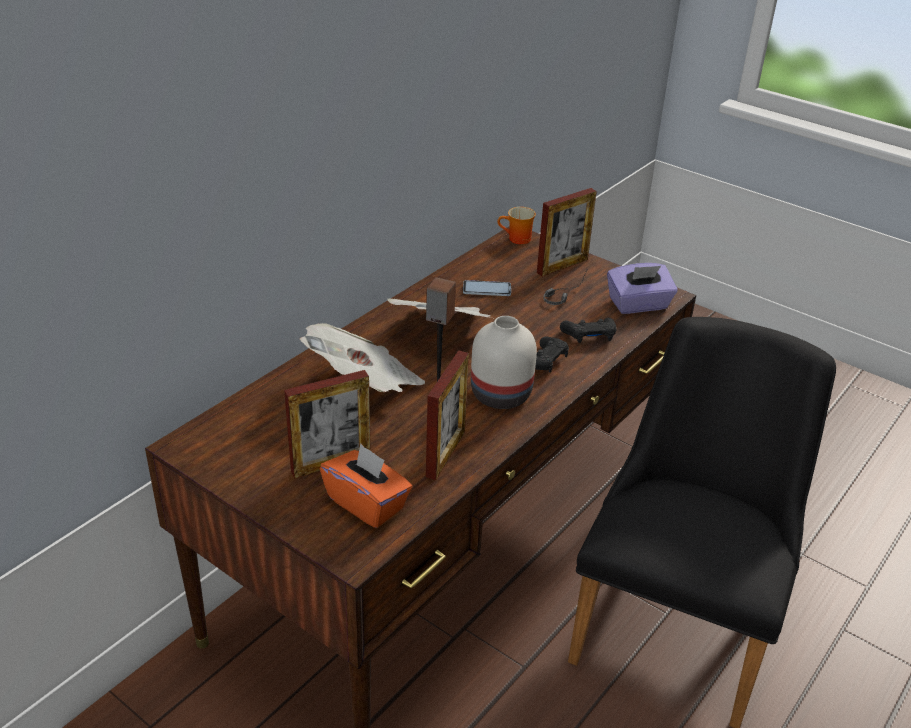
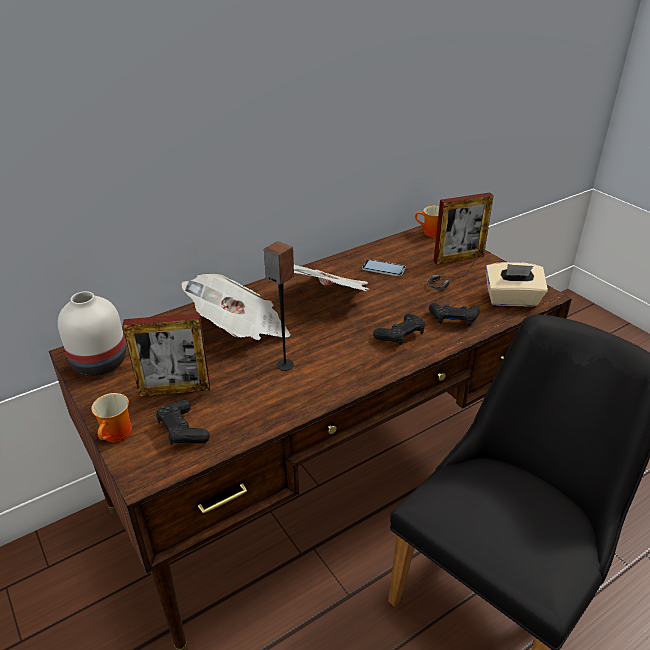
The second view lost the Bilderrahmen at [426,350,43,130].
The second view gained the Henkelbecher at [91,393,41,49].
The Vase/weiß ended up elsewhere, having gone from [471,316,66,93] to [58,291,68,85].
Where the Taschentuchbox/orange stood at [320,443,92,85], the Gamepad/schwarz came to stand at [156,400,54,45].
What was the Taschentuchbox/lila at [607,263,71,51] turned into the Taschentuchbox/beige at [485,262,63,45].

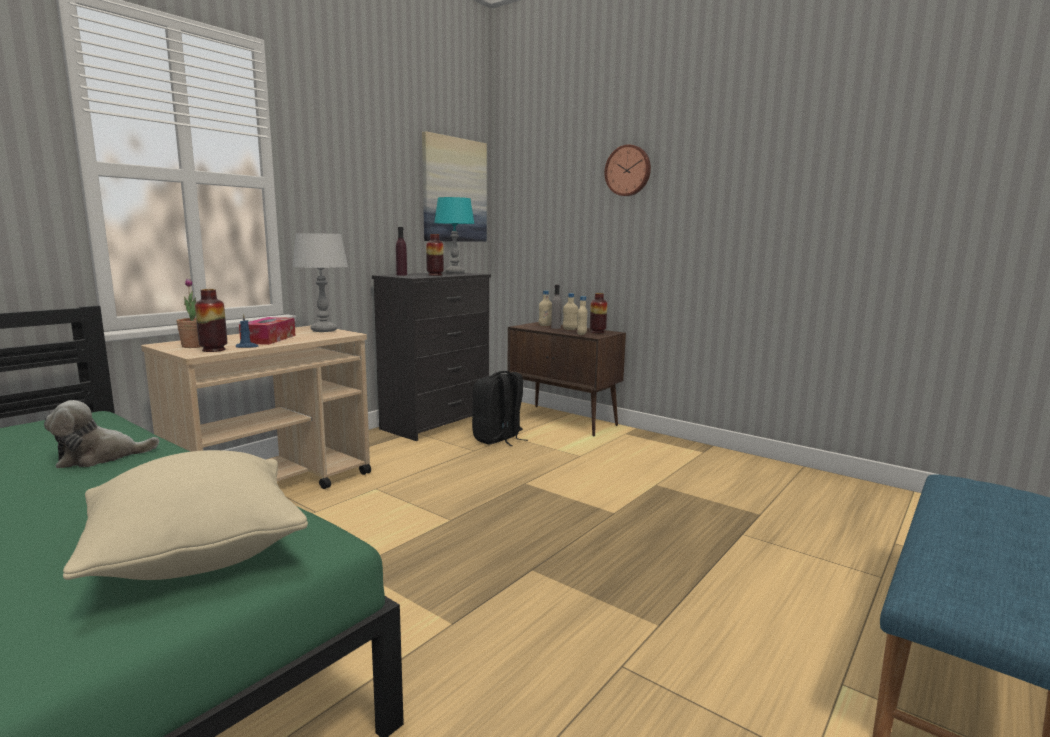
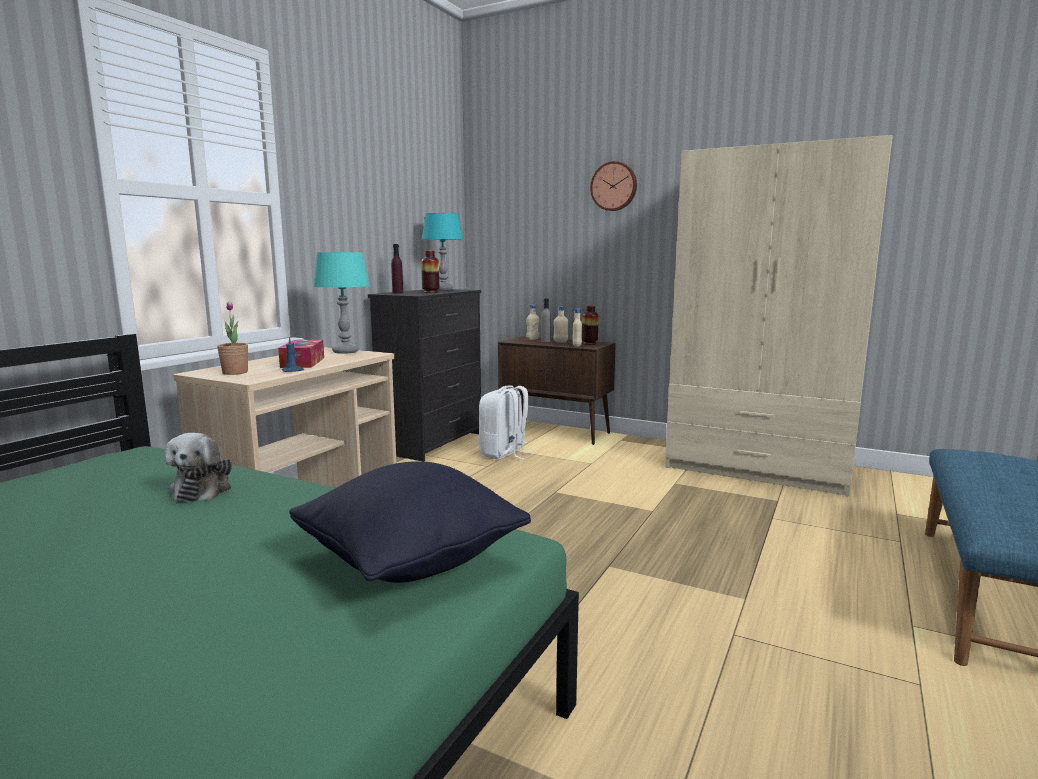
The second view lost the Vase at [195,289,32,63].
The second view lost the Bild at [422,131,65,111].
The second view gained the Kleiderschrank/beige at [665,135,228,362].
What was the Kissen/beige at [63,450,245,130] turned into the Kissen/schwarz at [289,461,242,122].
What was the Tischlampe/grau at [292,233,56,99] turned into the Tischlampe/türkis at [313,252,57,102].
What was the Rucksack/schwarz at [472,371,56,75] turned into the Rucksack/weiß at [479,385,56,75].
The Plüschtier at [44,400,115,68] ended up facing another way, 60 degrees counterclockwise from before.

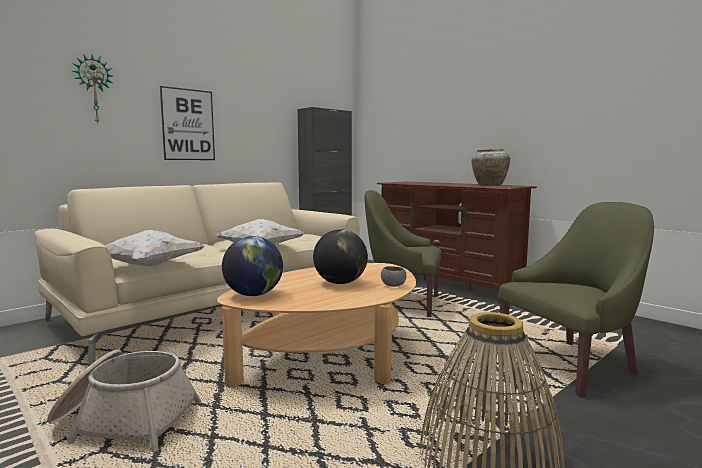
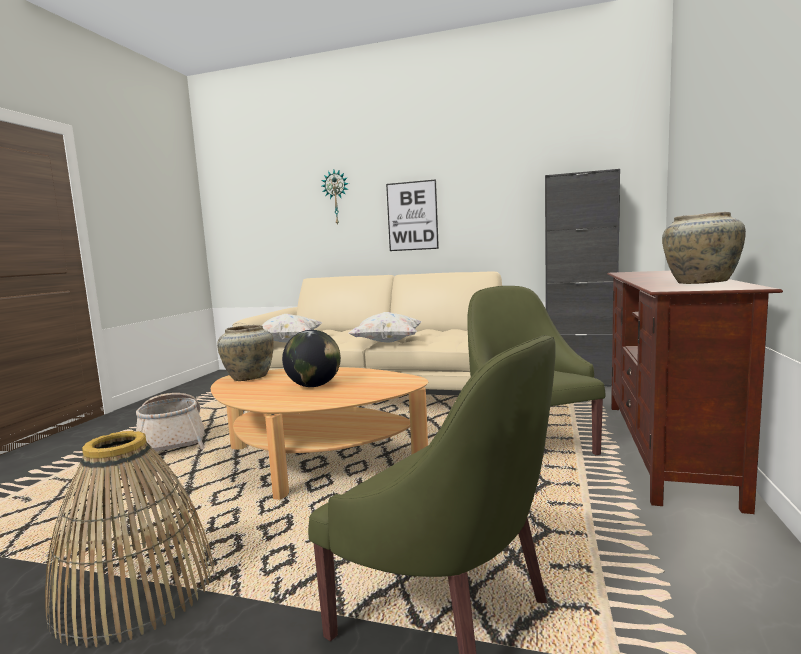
The second view lost the Schüssel/grau at [381,266,26,21].
Where the Globus stood at [222,236,61,60], the Vase/beige came to stand at [217,325,57,56].

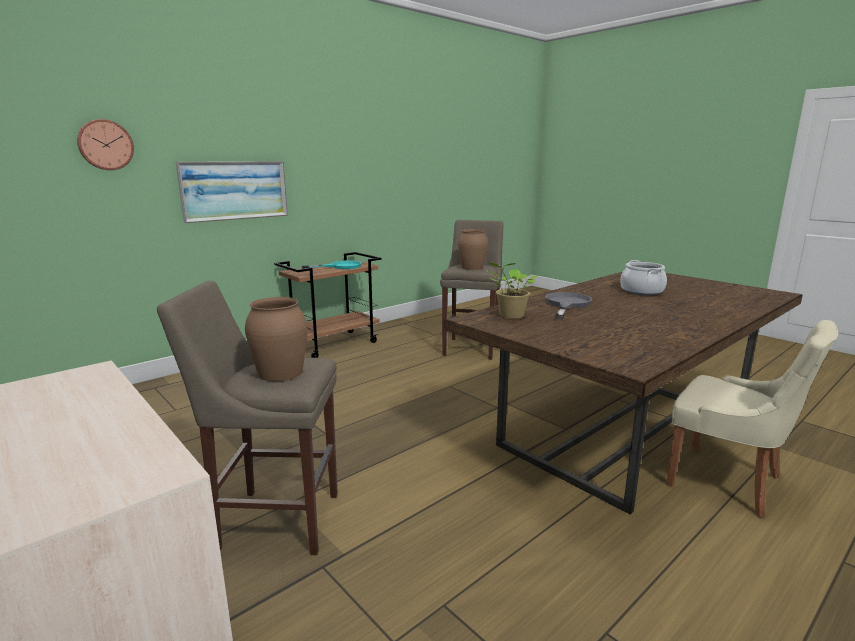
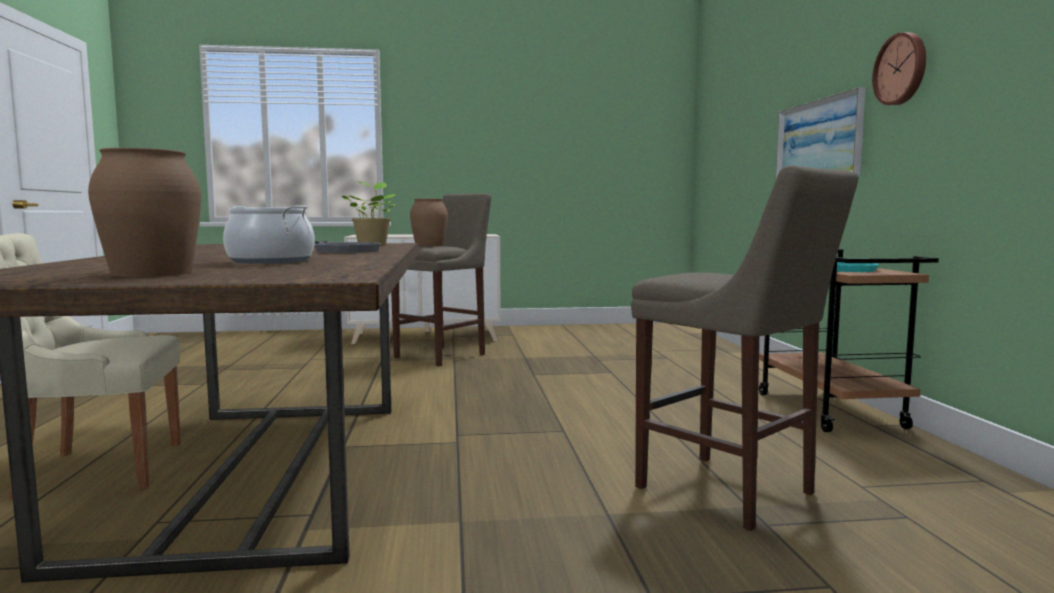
The Wanduhr ended up elsewhere, having gone from [77,119,57,51] to [872,32,54,73].
The Vase/braun ended up elsewhere, having gone from [458,229,30,41] to [88,148,113,129].

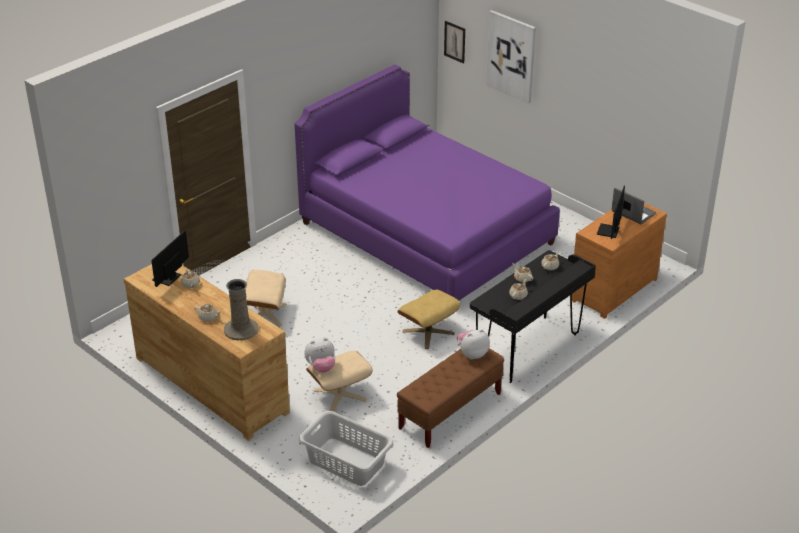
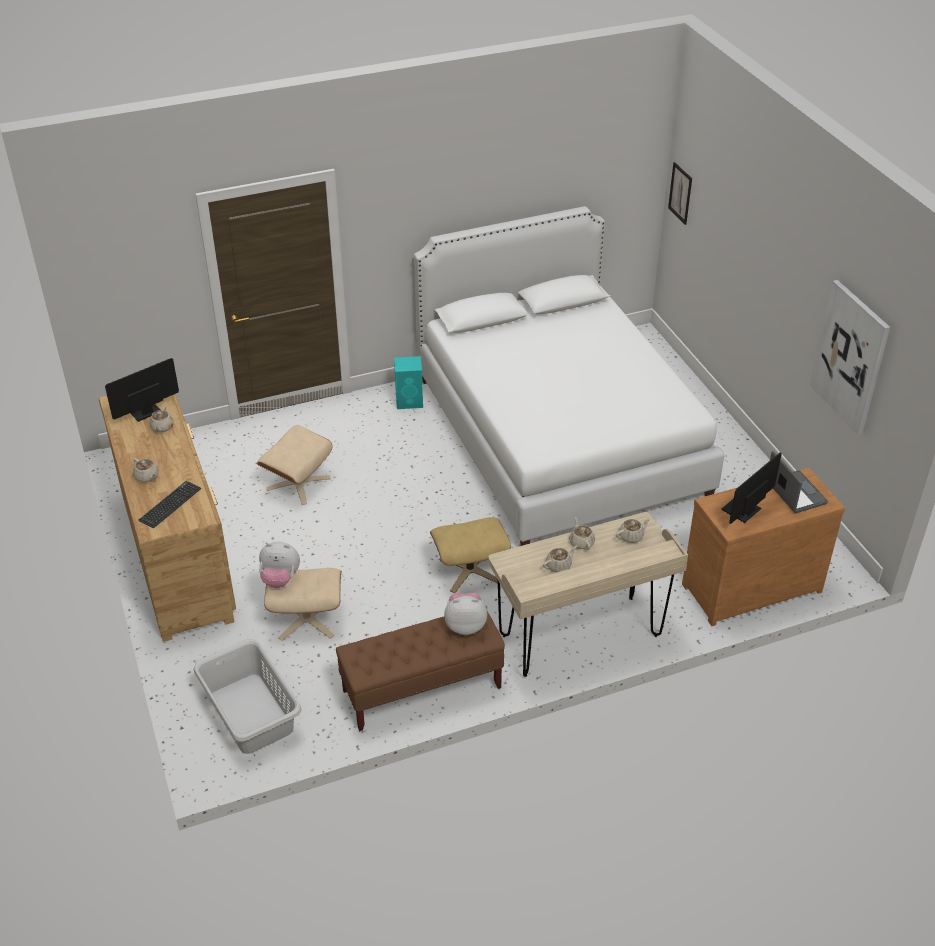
The second view gained the Lautsprecher/türkis at [394,356,29,53].
The Bild ended up elsewhere, having gone from [486,10,50,94] to [810,280,80,154].
Where the Vase/beige stood at [224,279,34,61], the Tastatur came to stand at [139,481,62,47].
What was the Bett/lila at [295,65,265,235] turned into the Bett/weiß at [414,206,310,340].
What was the Schreibtisch/schwarz at [470,250,126,133] turned into the Schreibtisch/beige at [488,512,200,165].

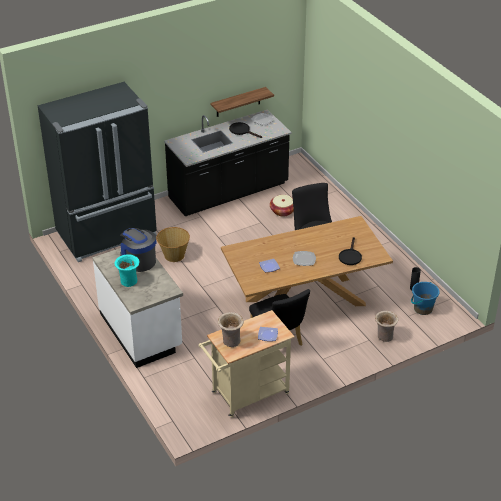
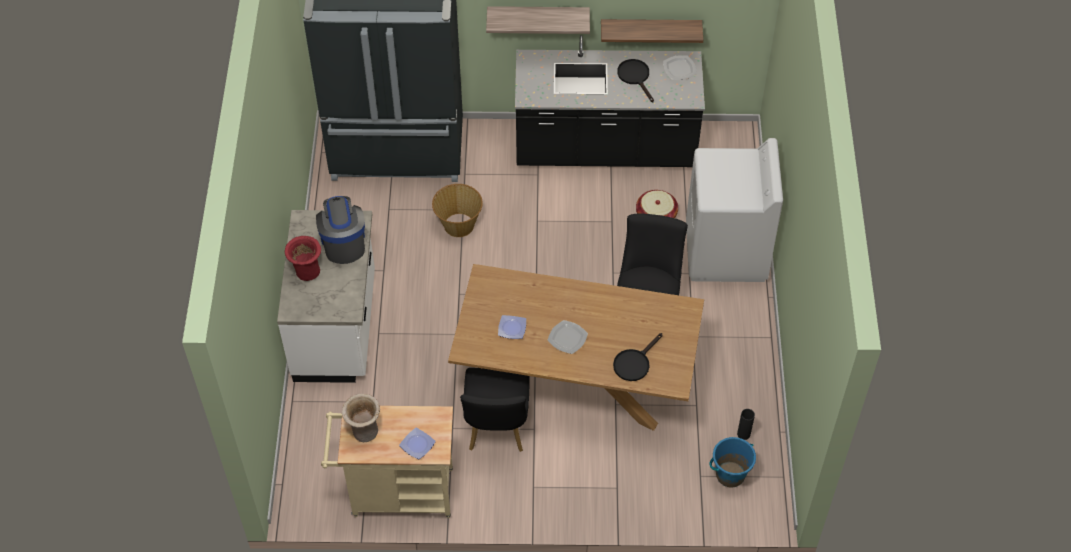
The second view lost the Vase/beige at [375,311,24,31].
The second view gained the Wandregal at [486,6,104,28].
The second view gained the Waschmaschine/weiß at [686,138,97,144].
What was the Vase/türkis at [114,254,26,33] turned into the Vase/rot at [285,236,36,45].

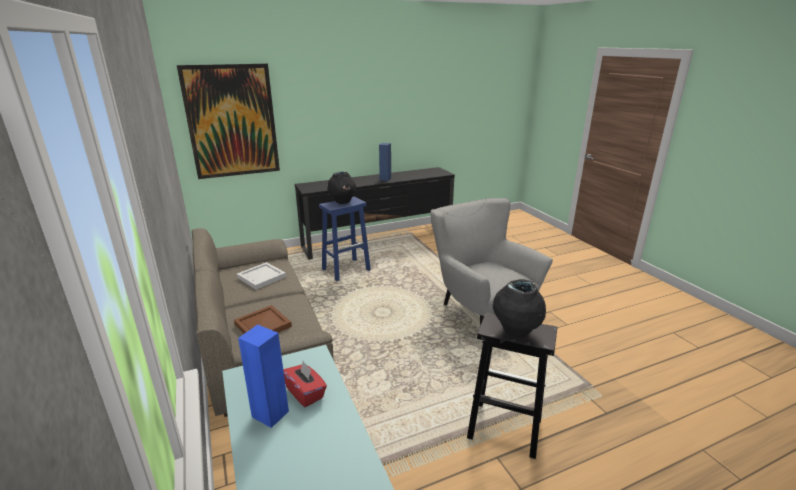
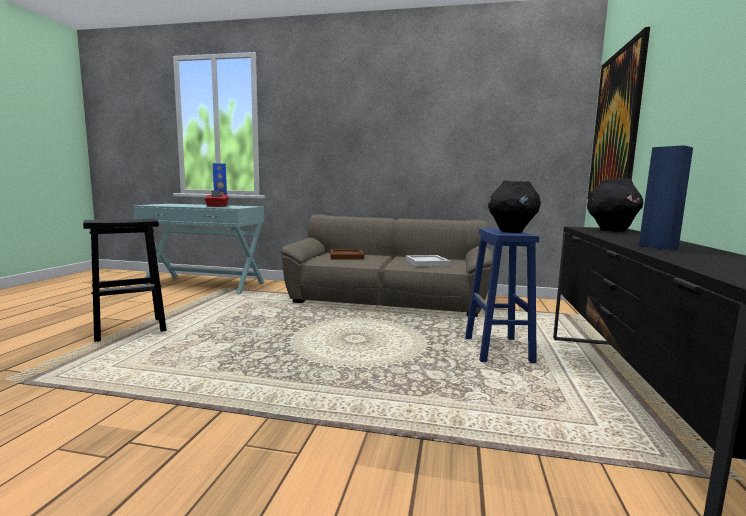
The second view lost the Sessel/grau at [431,198,122,128].
The Vase/schwarz ended up elsewhere, having gone from [493,279,53,58] to [587,178,56,54].

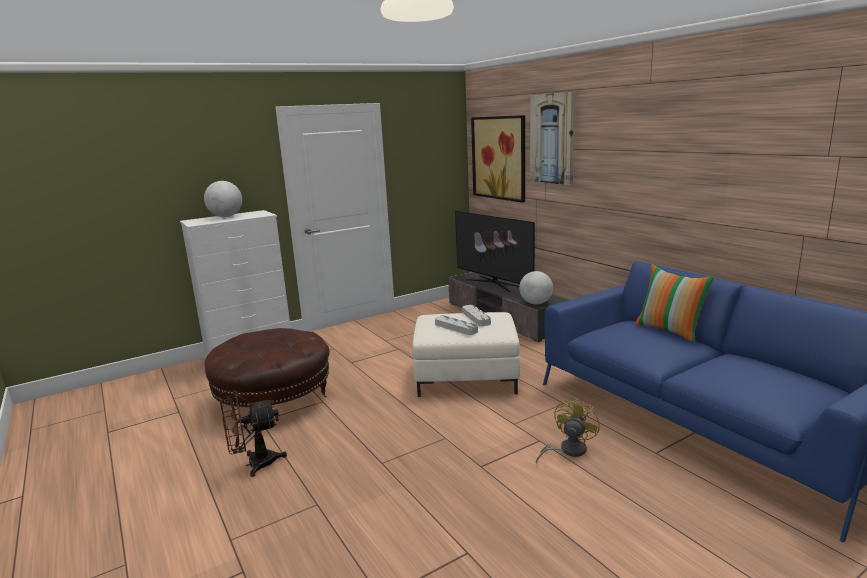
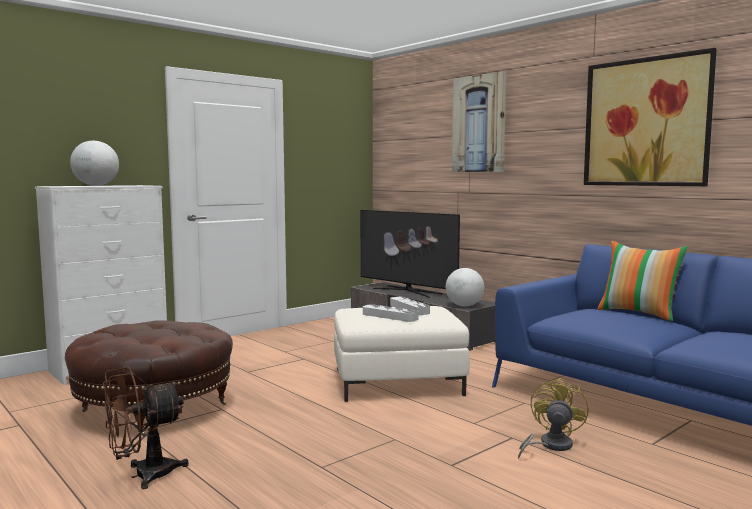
The Bild ended up elsewhere, having gone from [471,115,54,88] to [584,48,133,138].

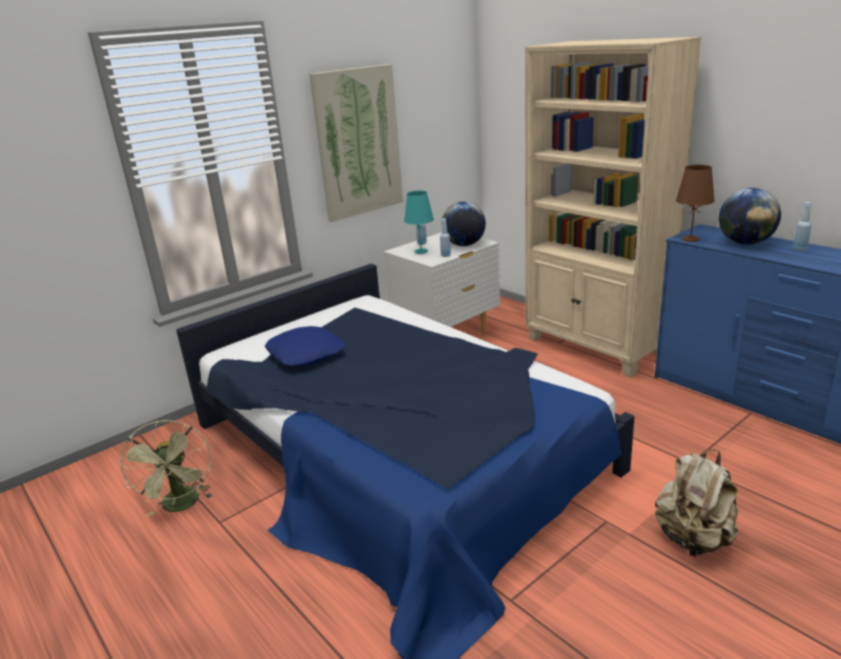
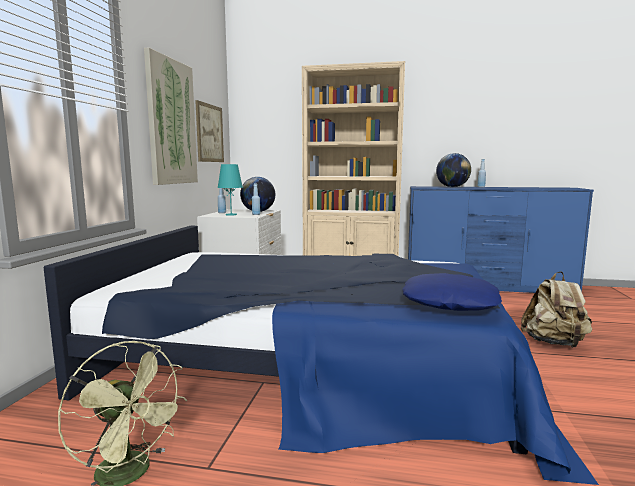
The second view lost the Tischlampe/braun at [676,165,39,77].
The second view gained the Bild at [195,100,29,62].
The Kissen/blau ended up elsewhere, having gone from [265,326,80,40] to [402,273,100,38].

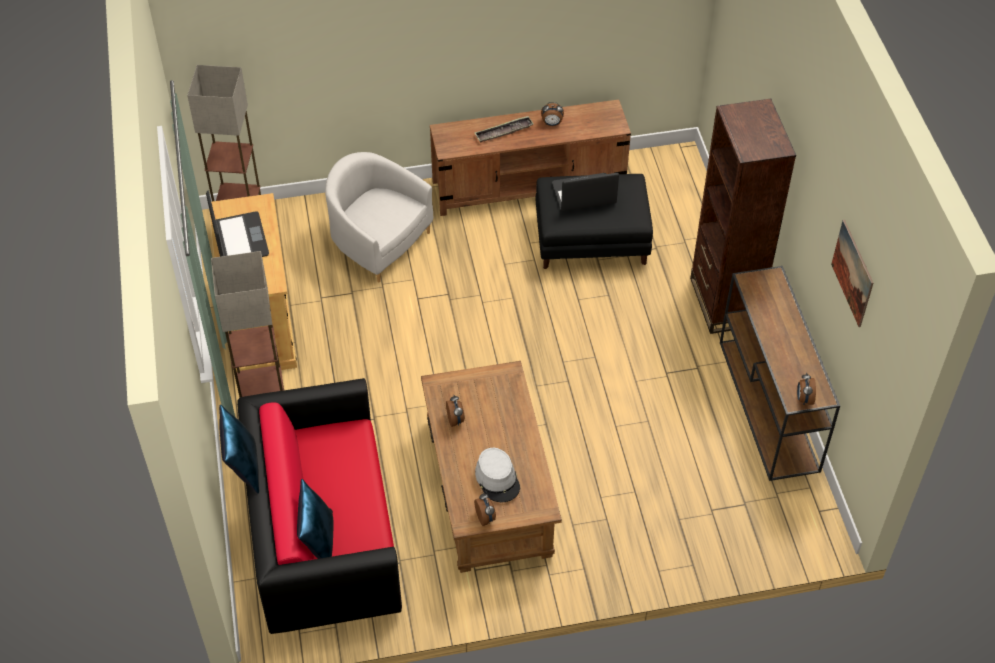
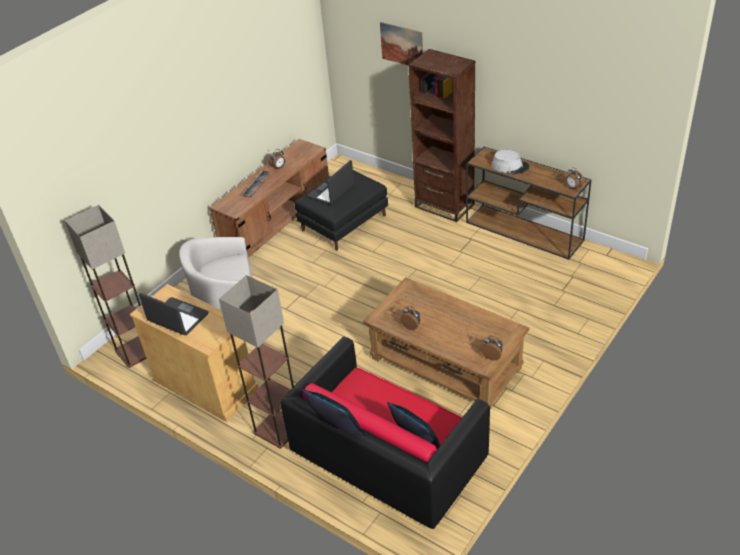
The Hut/grau ended up elsewhere, having gone from [475,448,45,54] to [492,150,37,24].
The Bild ended up elsewhere, having gone from [831,220,42,107] to [380,22,43,44].

